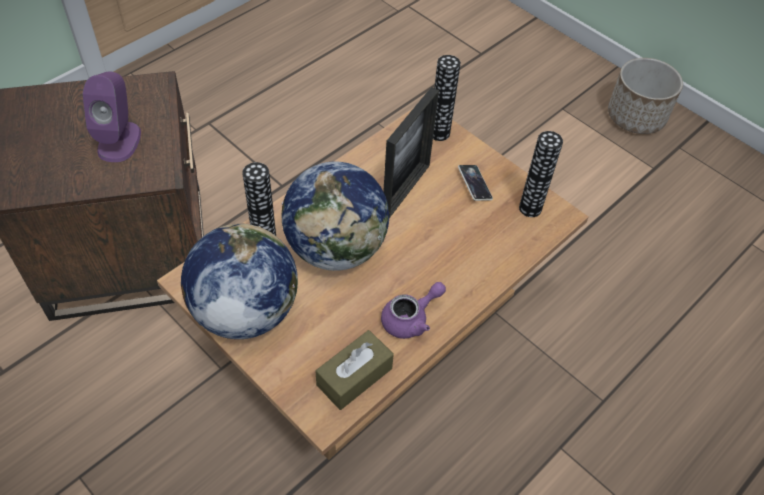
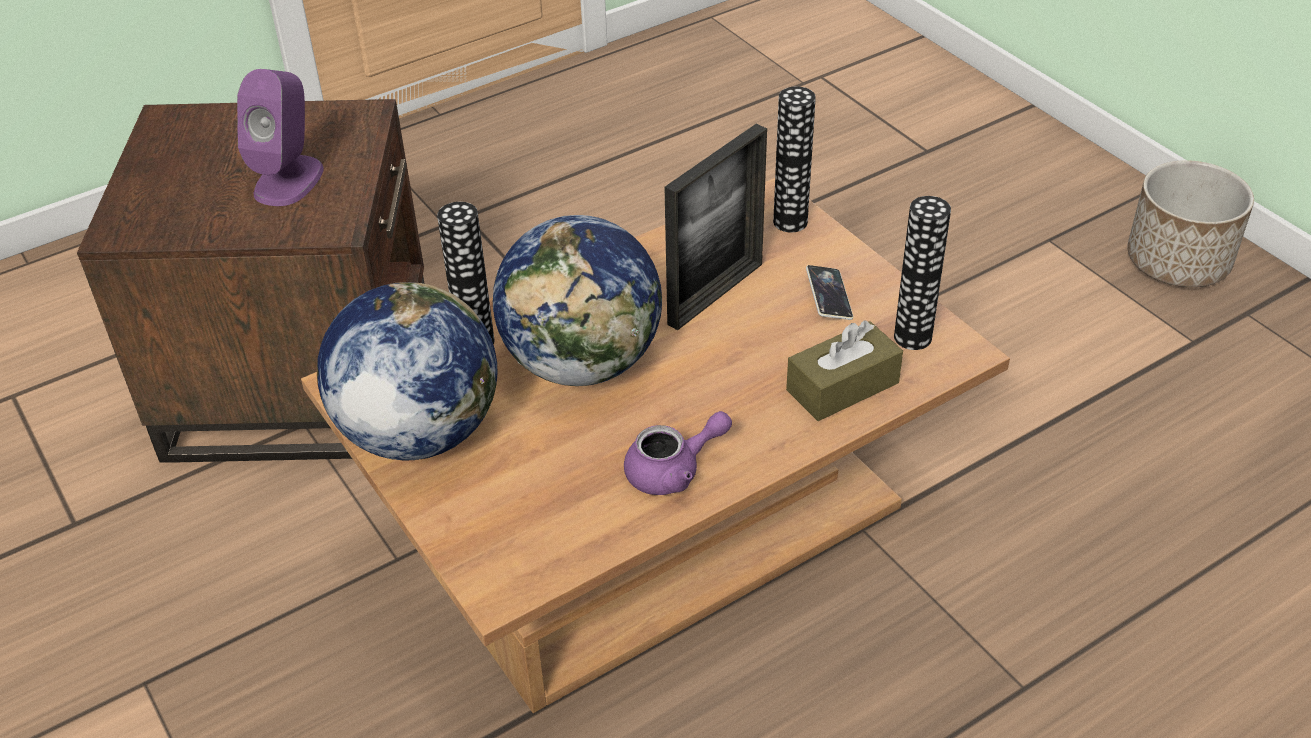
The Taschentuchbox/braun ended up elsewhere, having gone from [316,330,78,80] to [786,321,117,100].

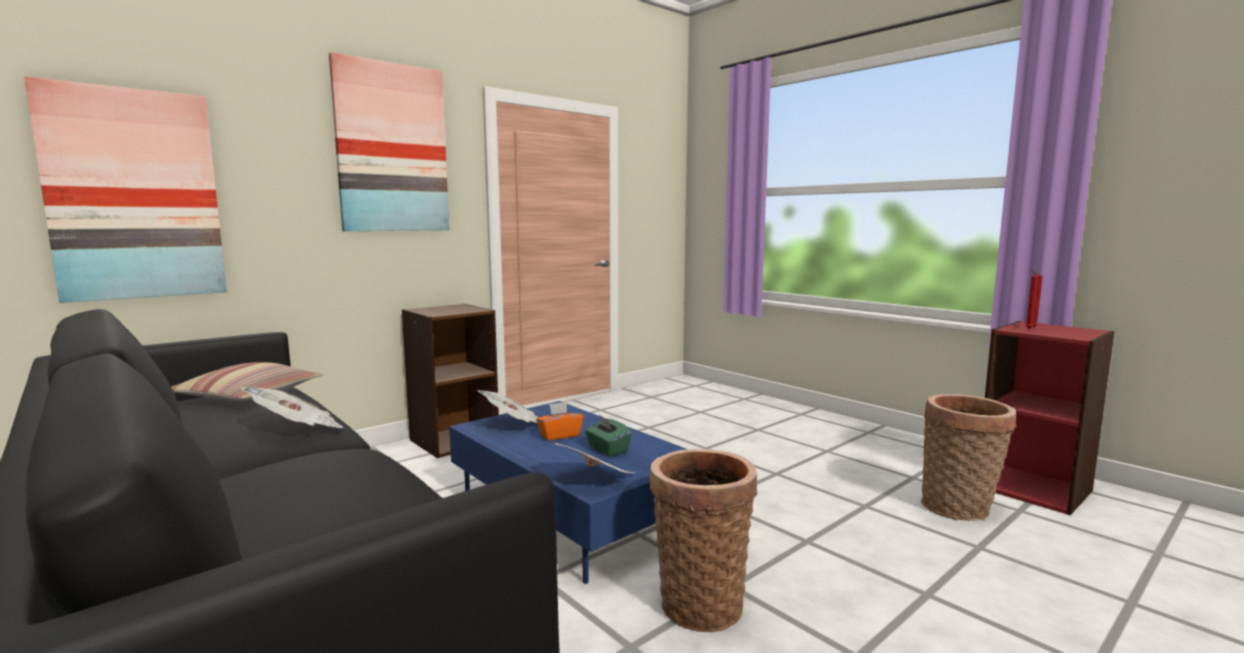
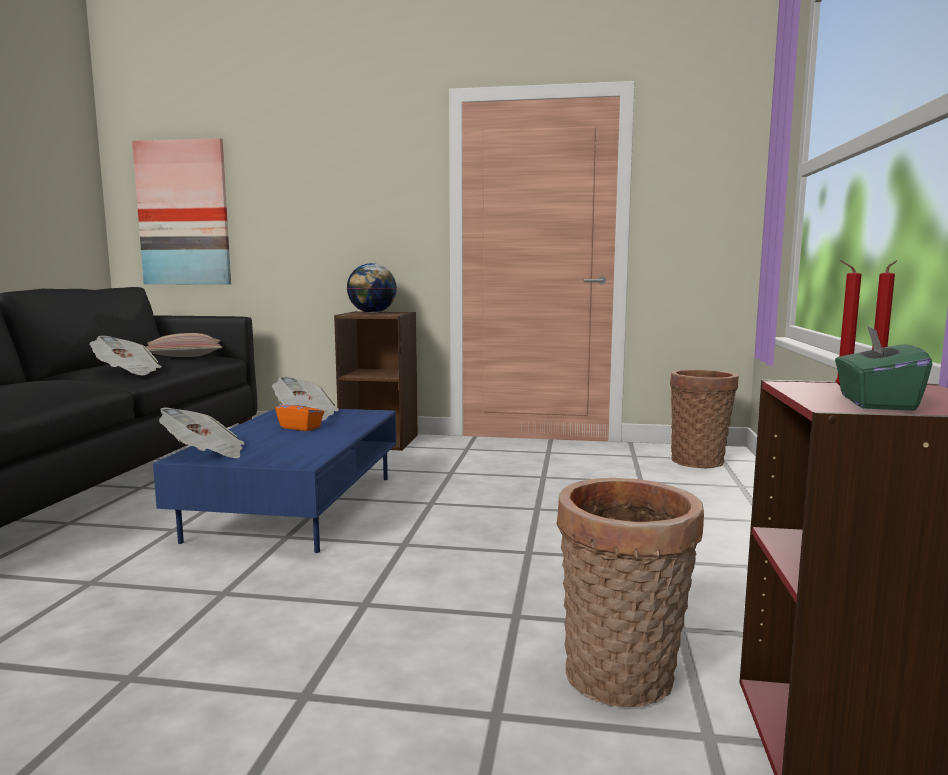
The second view lost the Bild at [329,52,121,179].
The second view gained the Globus at [347,263,50,50].
The Taschentuchbox/grün ended up elsewhere, having gone from [585,415,47,42] to [835,326,97,85].
The Korb ended up elsewhere, having gone from [650,448,107,184] to [670,369,69,99].

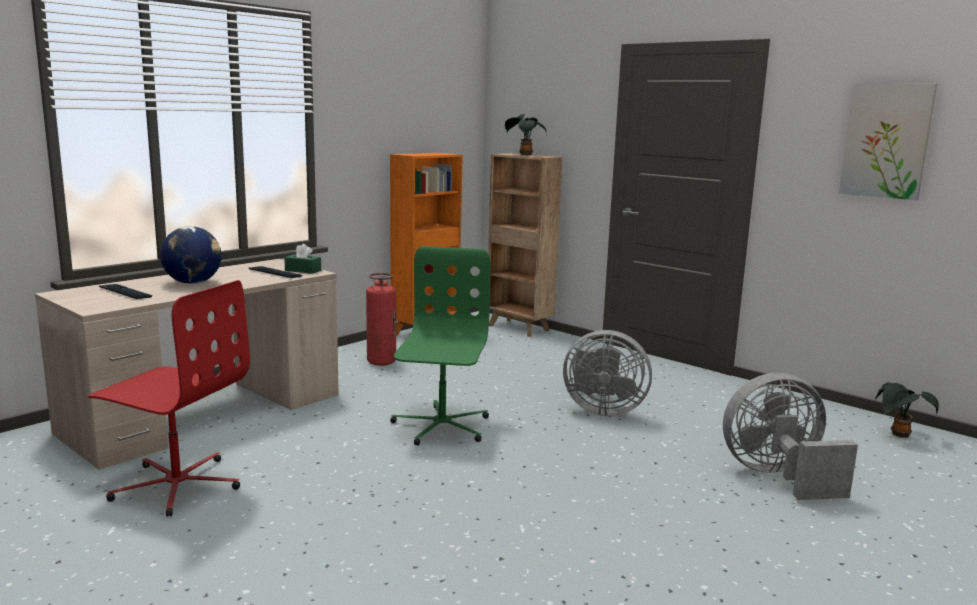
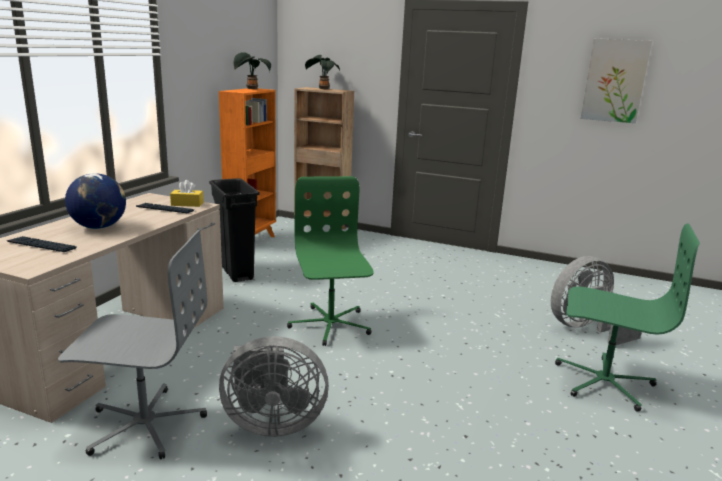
The second view gained the Bürostuhl/grün at [555,223,145,189].
The Ventilator/grau ended up elsewhere, having gone from [563,330,89,86] to [219,336,110,101].
The Topfpflanze ended up elsewhere, having gone from [875,382,64,56] to [233,52,38,37].
Where the Feuerlöscher stood at [366,273,30,93], the Mülleimer/schwarz came to stand at [209,178,50,104].
What was the Bürostuhl/rot at [88,280,162,237] turned into the Bürostuhl/grau at [58,229,149,230].
What was the Taschentuchbox/grün at [284,244,37,30] turned into the Taschentuchbox/gelb at [170,180,34,27].

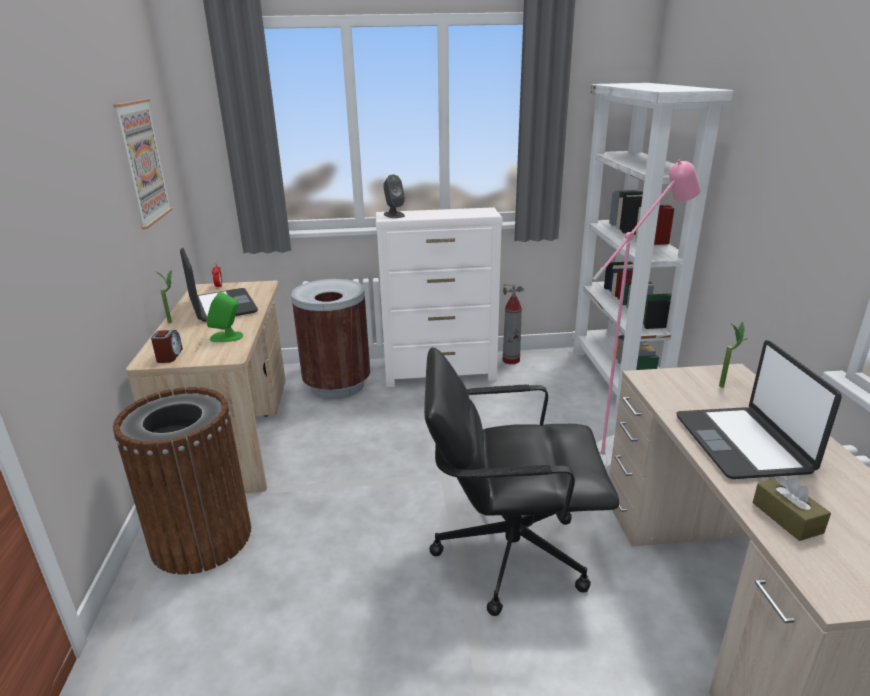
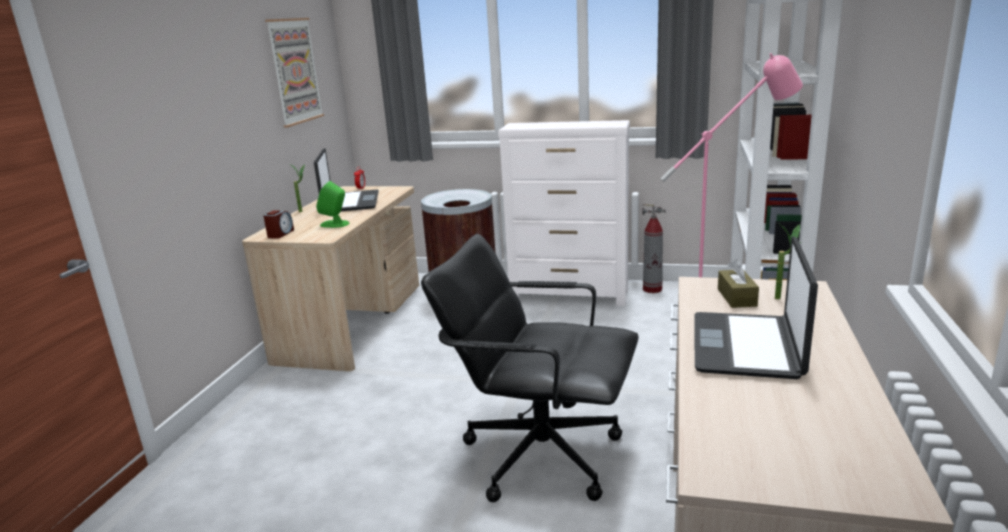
The second view lost the Mülleimer/braun at [113,387,138,188].
The second view lost the Lautsprecher/grau at [383,174,22,44].
The Taschentuchbox/braun ended up elsewhere, having gone from [753,476,78,65] to [718,259,41,49].

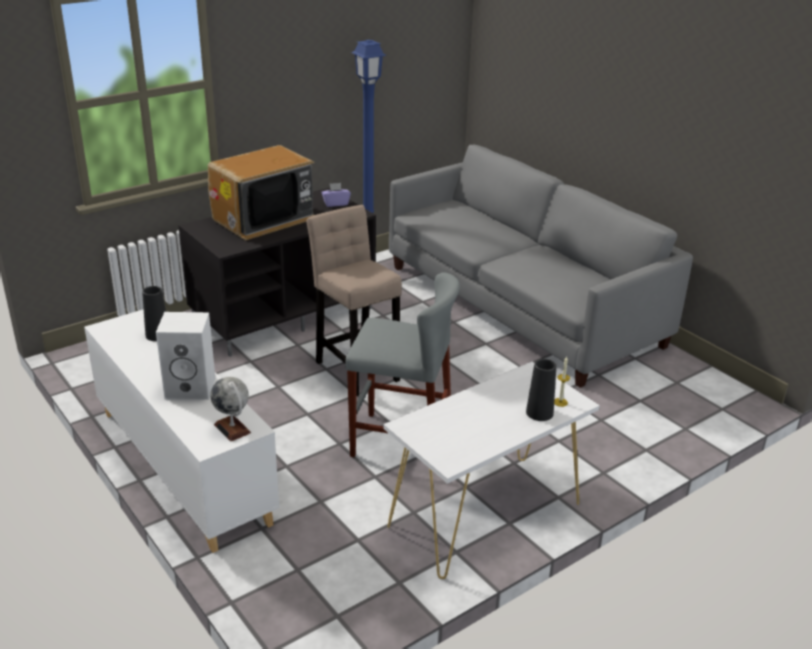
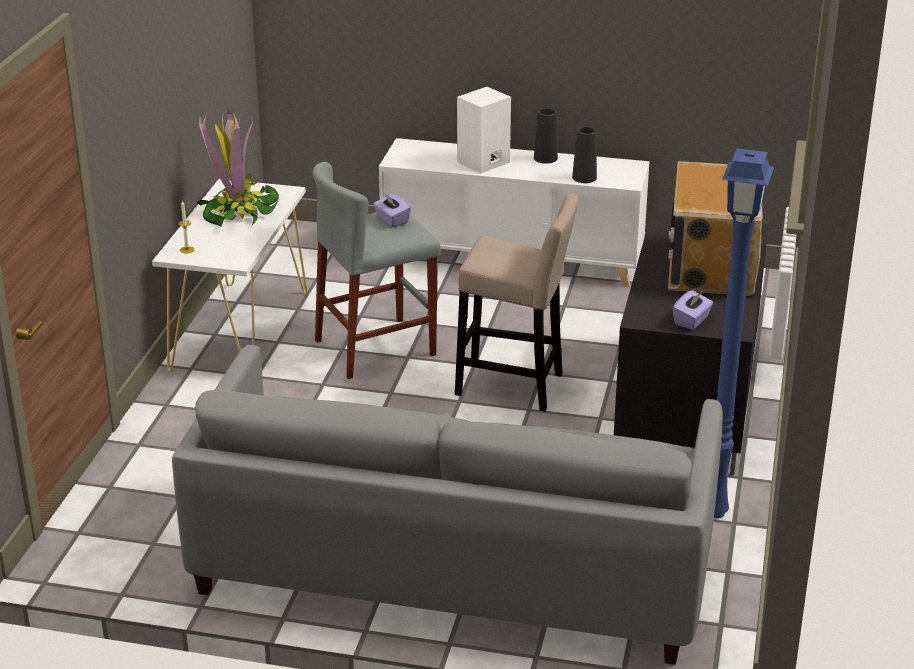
The second view lost the Globus at [211,377,40,65].
The second view gained the Topfpflanze at [197,110,82,116].
The second view gained the Taschentuchbox/lila at [373,193,38,34].
The Vase/schwarz ended up elsewhere, having gone from [526,359,30,62] to [534,108,24,55].

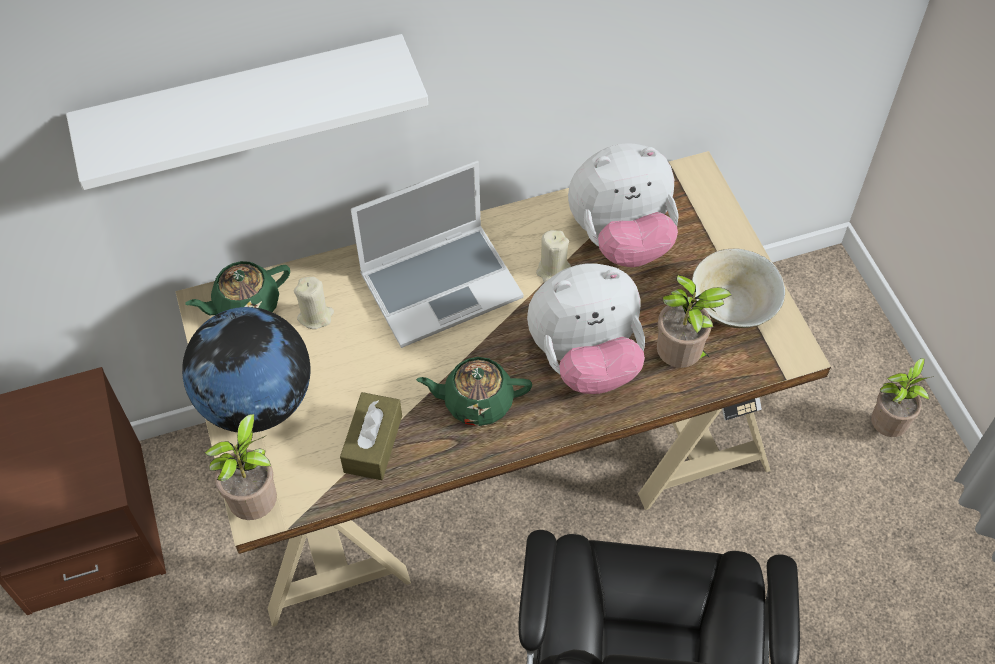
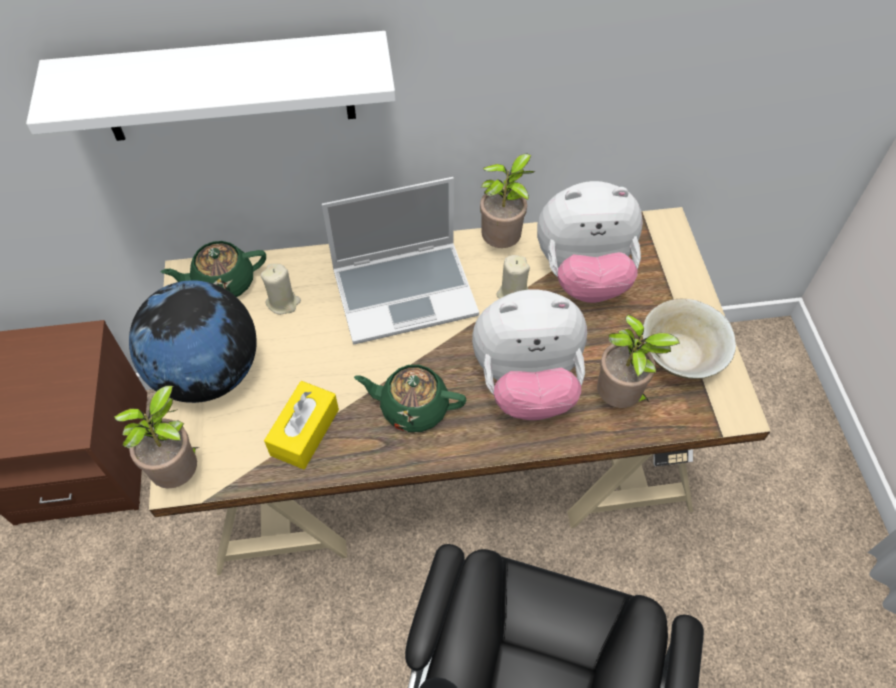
The Topfpflanze ended up elsewhere, having gone from [871,358,63,79] to [480,153,55,95].
What was the Taschentuchbox/braun at [340,392,62,88] turned into the Taschentuchbox/gelb at [264,381,75,88].

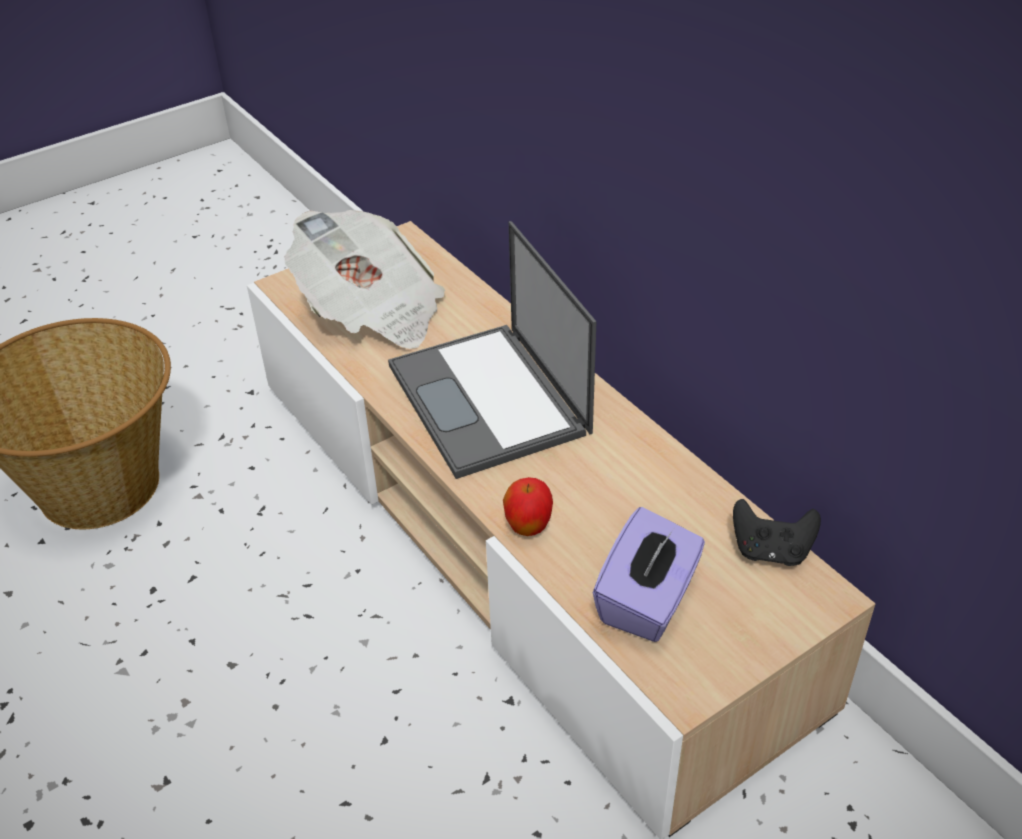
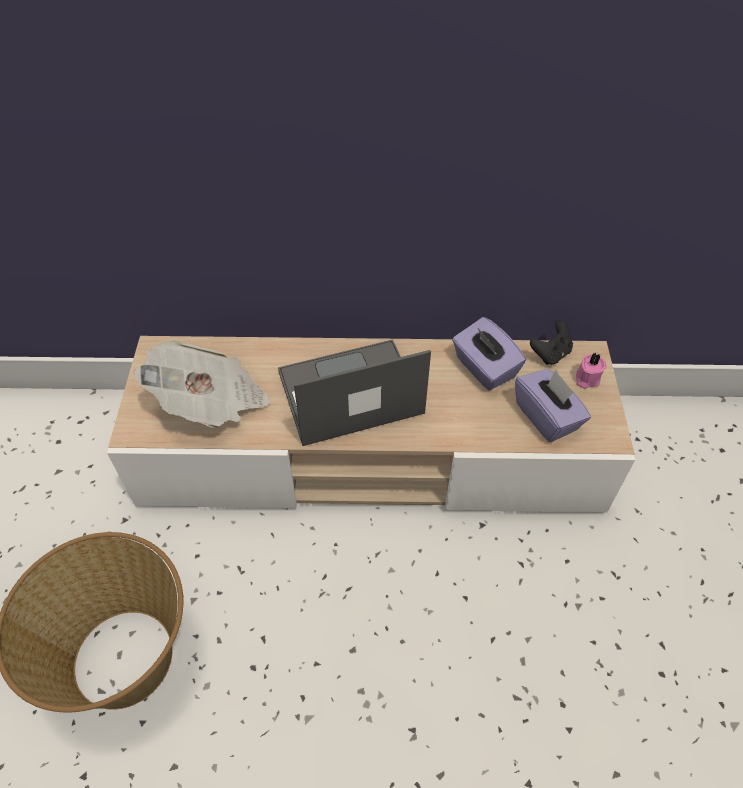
The second view lost the Apfel at [503,477,50,59].
The second view gained the Taschentuchbox/lila at [452,317,74,73].
The second view gained the Kerze/rosa at [576,352,30,37].
The Laptop at [388,221,208,258] ended up facing another way, 150 degrees clockwise from before.

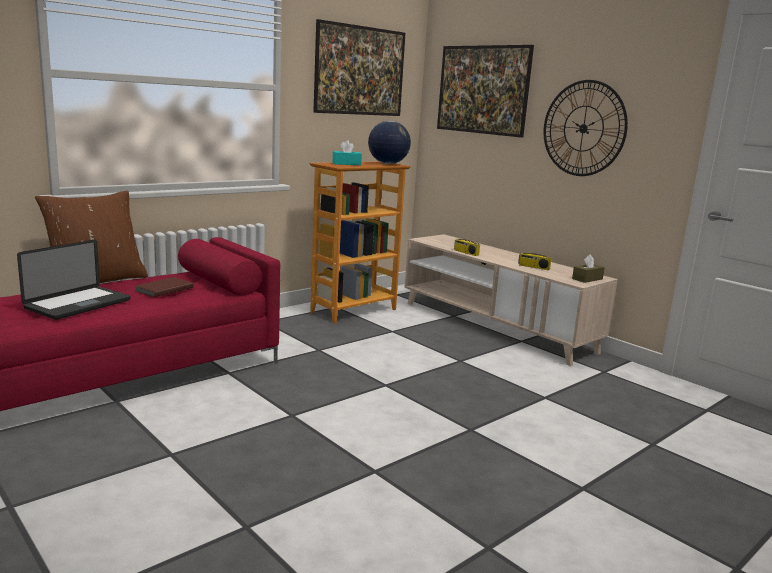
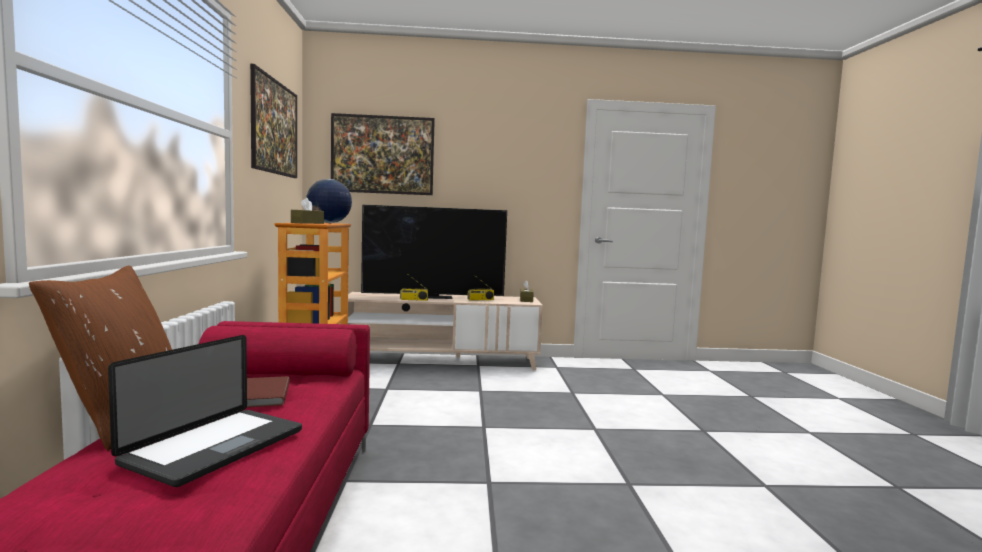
The second view lost the Wanduhr at [544,80,84,96].
The second view gained the Fernseher at [361,205,146,94].
What was the Taschentuchbox/türkis at [332,140,30,25] turned into the Taschentuchbox/braun at [291,198,33,26].
The Laptop at [17,240,114,80] ended up facing another way, 45 degrees clockwise from before.

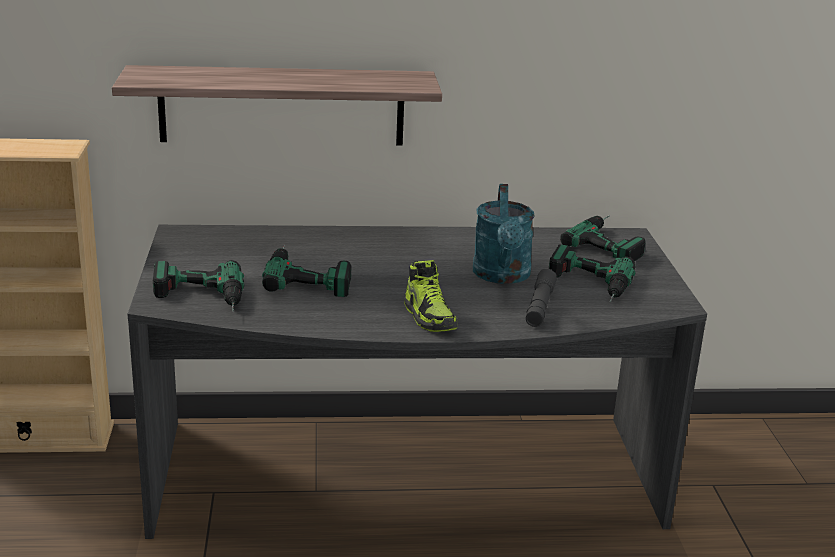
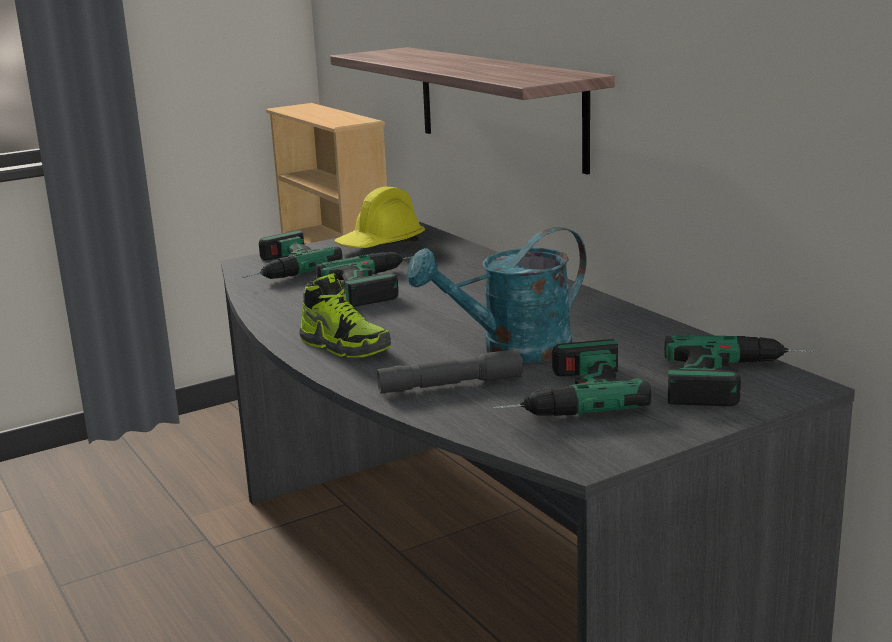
The second view gained the Schutzhelm/gelb at [335,187,90,61].
The Schuh at [404,260,53,72] ended up facing another way, 90 degrees counterclockwise from before.

